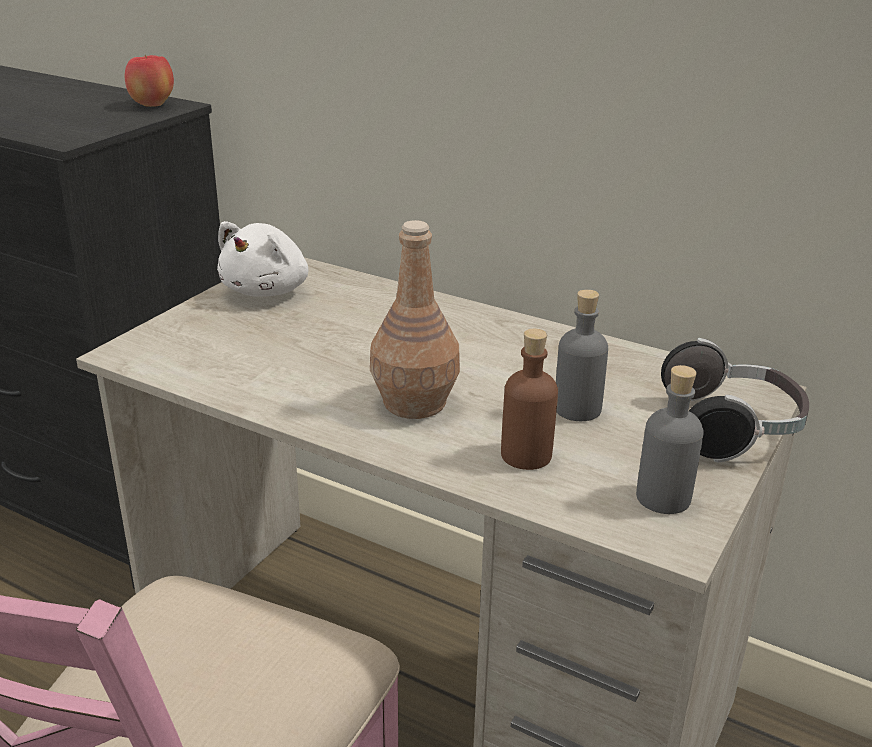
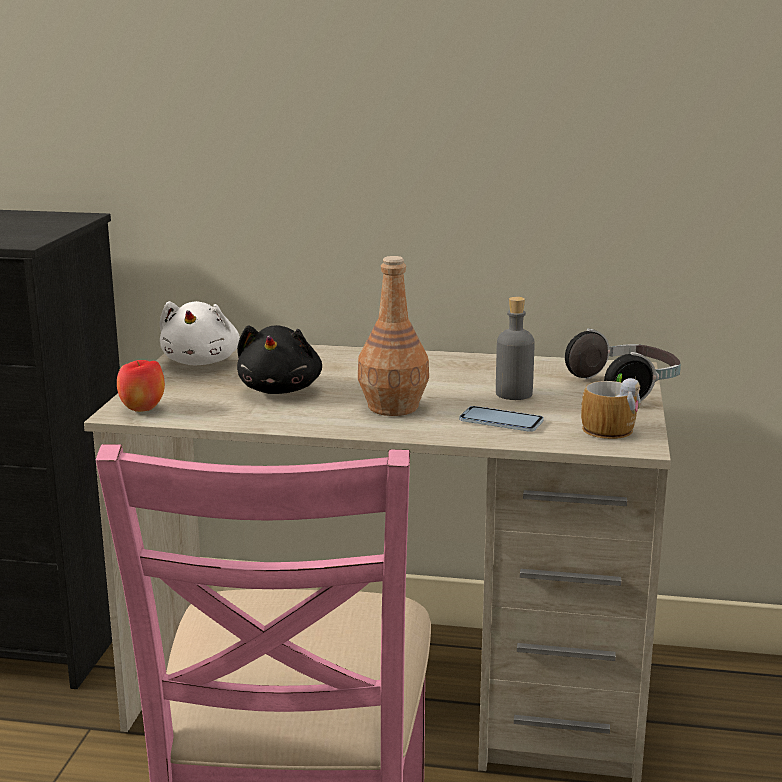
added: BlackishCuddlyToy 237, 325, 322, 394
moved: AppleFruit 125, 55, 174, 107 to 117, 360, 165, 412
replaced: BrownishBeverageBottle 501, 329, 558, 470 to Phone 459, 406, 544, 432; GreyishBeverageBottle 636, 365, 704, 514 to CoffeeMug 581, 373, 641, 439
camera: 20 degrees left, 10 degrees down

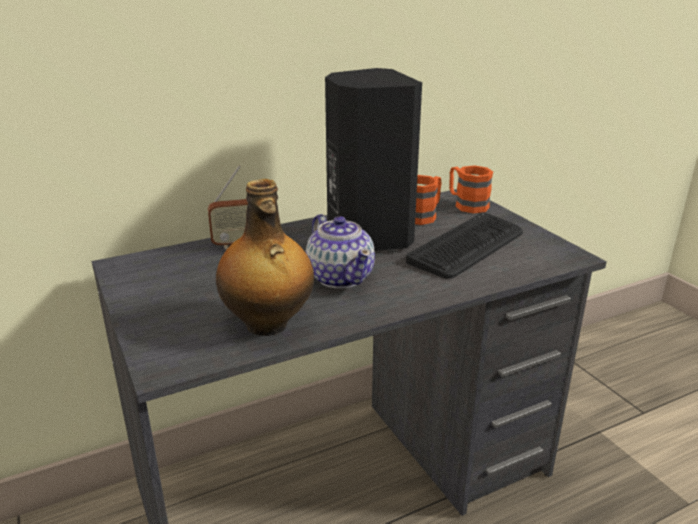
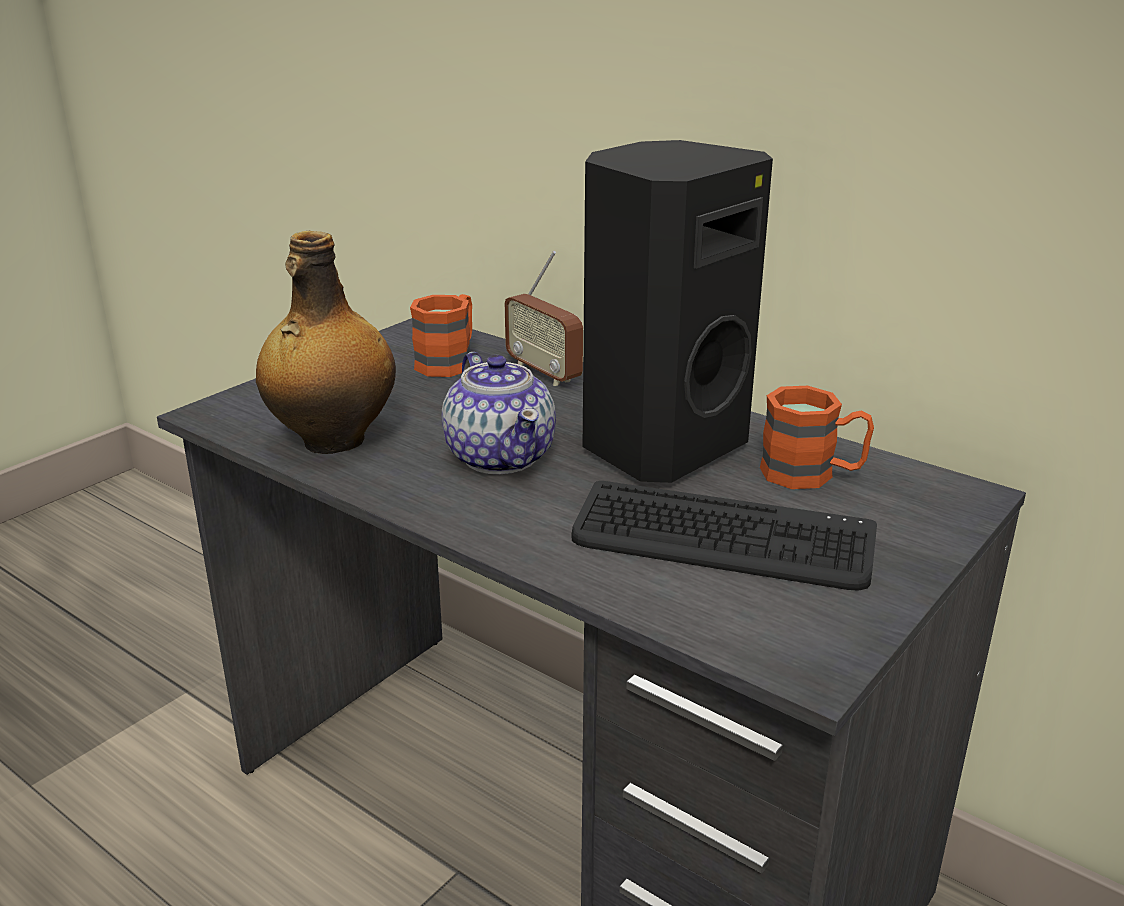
moved: OrangeCoffeeMug 449, 165, 493, 213 to 410, 294, 472, 377
turned: PotForTea 306, 214, 375, 289 = 442, 352, 556, 474 60 degrees counterclockwise
camera: 65 degrees right, 0 degrees up

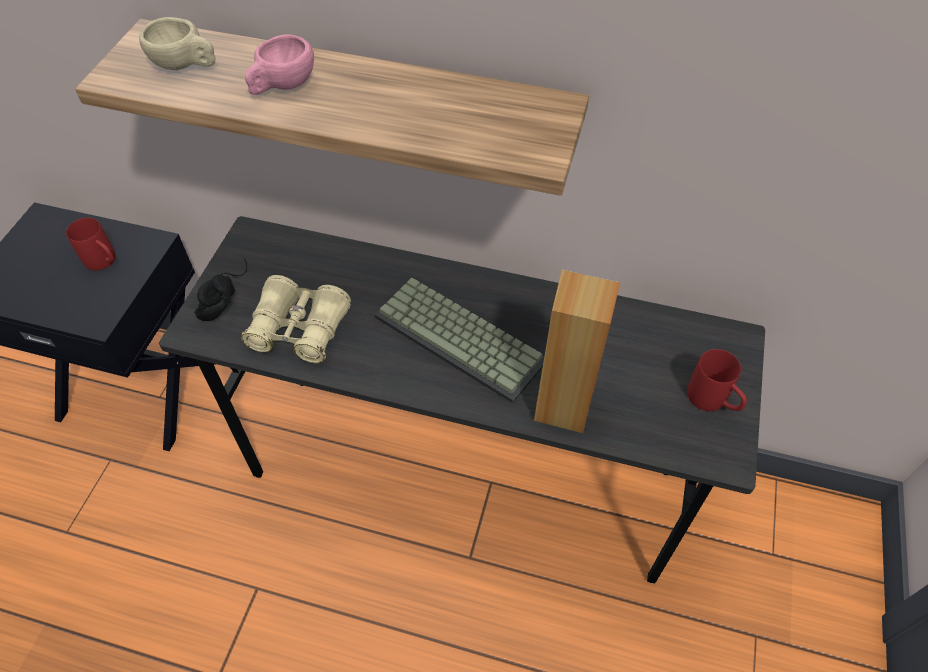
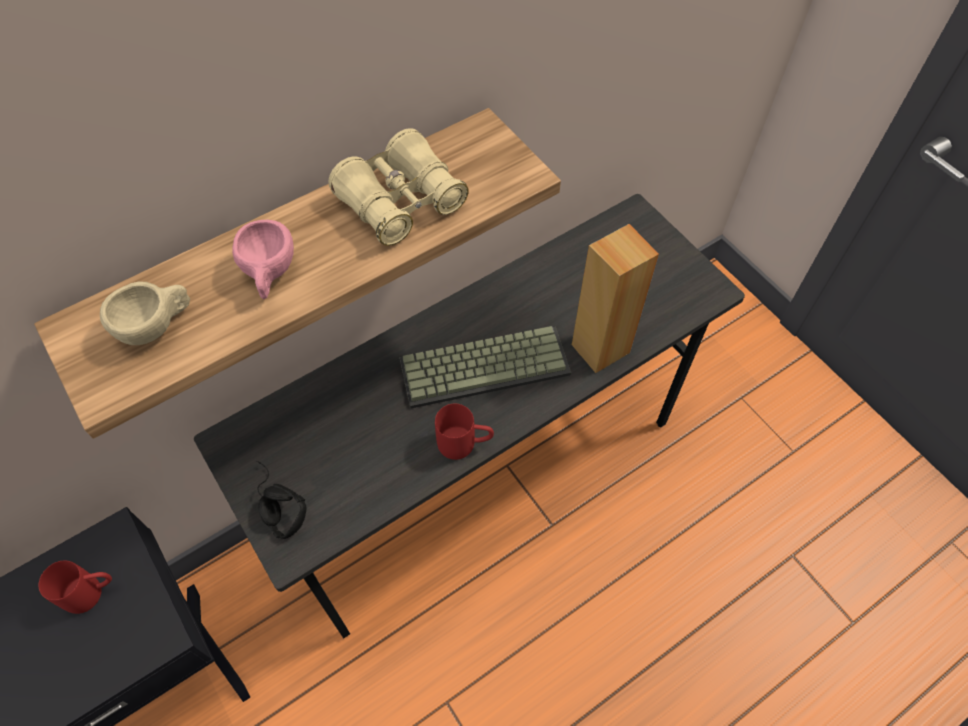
moved: BeigeFieldGlasses 241, 275, 351, 363 to 328, 128, 469, 246; RedCoffeeMug 687, 349, 747, 411 to 435, 404, 494, 460
camera: 50 degrees left, 5 degrees up

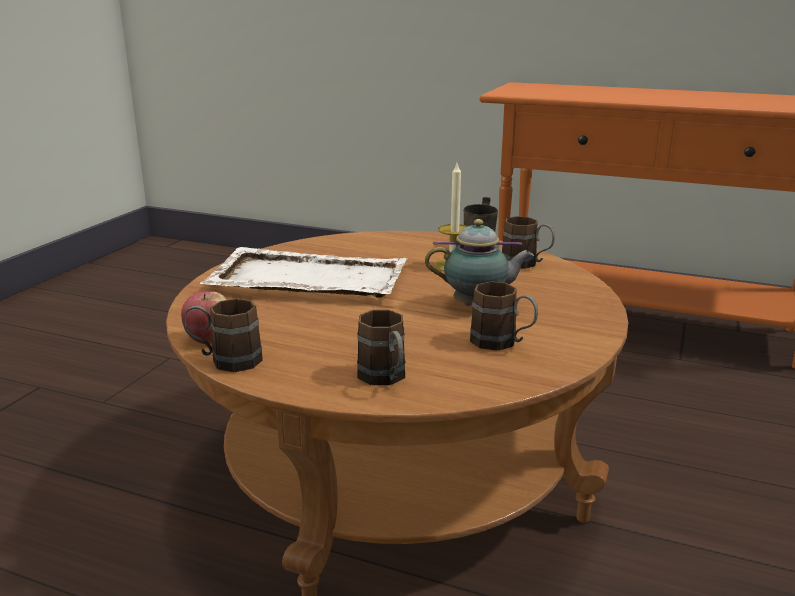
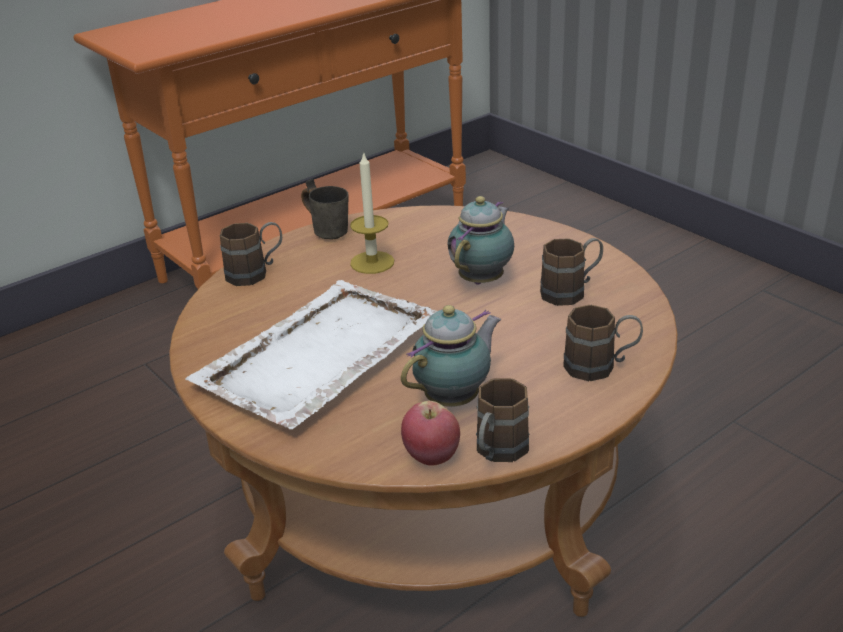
added: PotForTea 401, 305, 501, 407
moved: BrownishCoffeeMug 502, 216, 555, 269 to 220, 222, 282, 286
camera: 60 degrees left, 10 degrees up

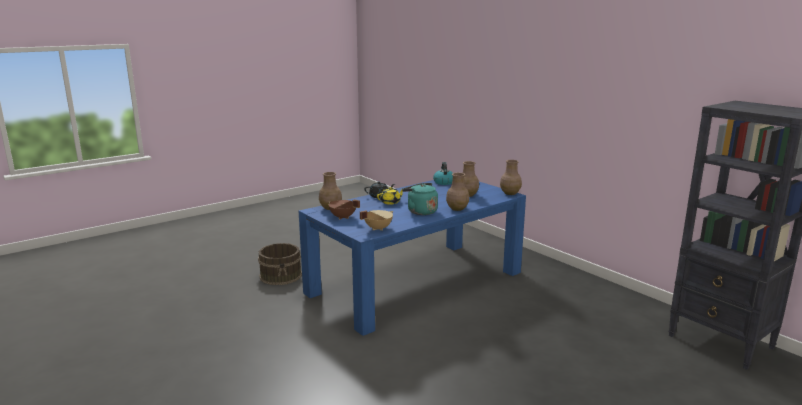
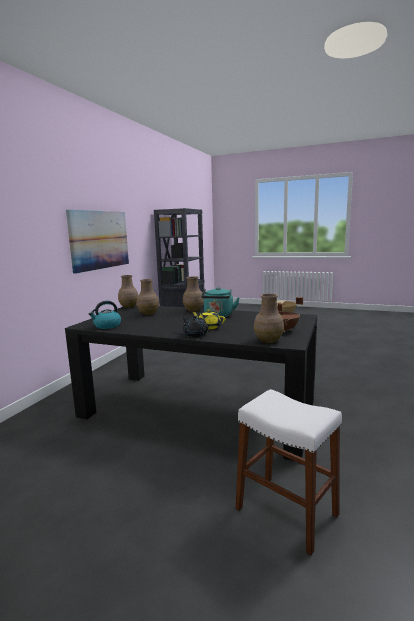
added: WallPicture 66, 210, 129, 274
replaced: BrownishBucket 258, 243, 302, 285 to WhiteColouredStoolSeat 236, 389, 342, 555
recoloured: BlueColouredDinnerTable 299, 180, 526, 336 to BlackishDinnerTable 65, 305, 317, 461
camera: 120 degrees left, 5 degrees down

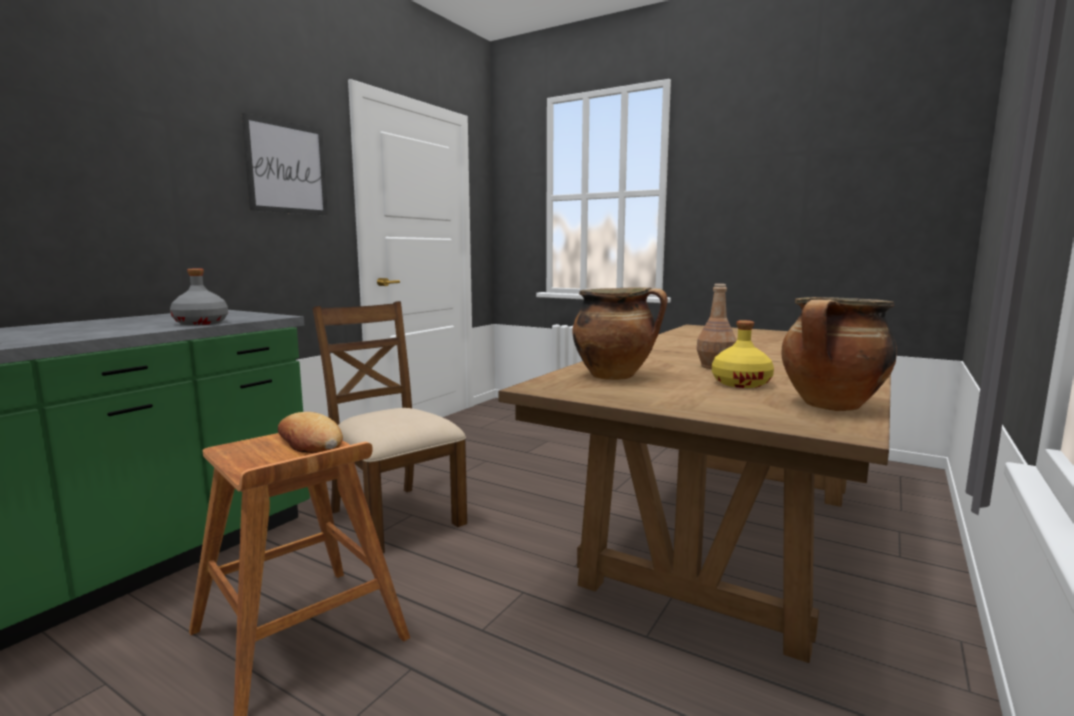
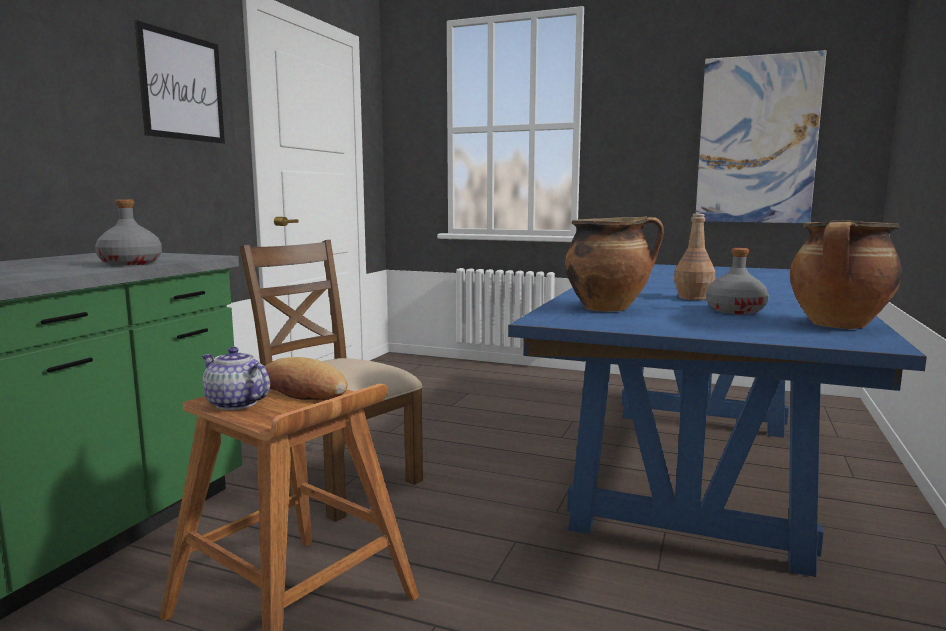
added: PotForTea 202, 347, 270, 410; WallPicture 696, 50, 827, 223
recoloured: BrownishDinnerTable 499, 324, 891, 663 to BlueColouredDinnerTable 508, 264, 927, 577; YellowBeverageBottle 712, 320, 774, 388 to GreyishBeverageBottle 706, 248, 769, 314
camera: 10 degrees left, 0 degrees up

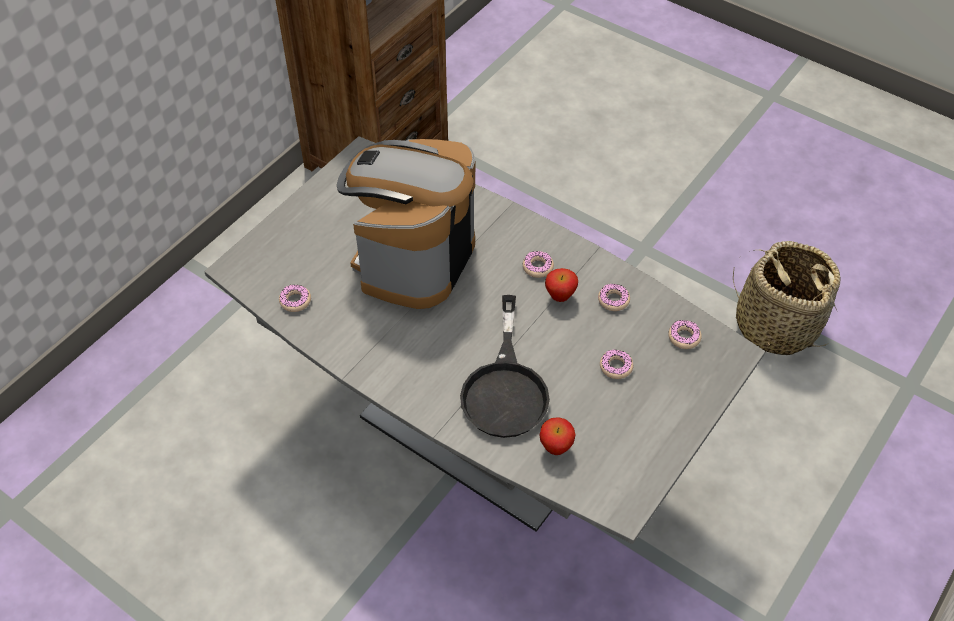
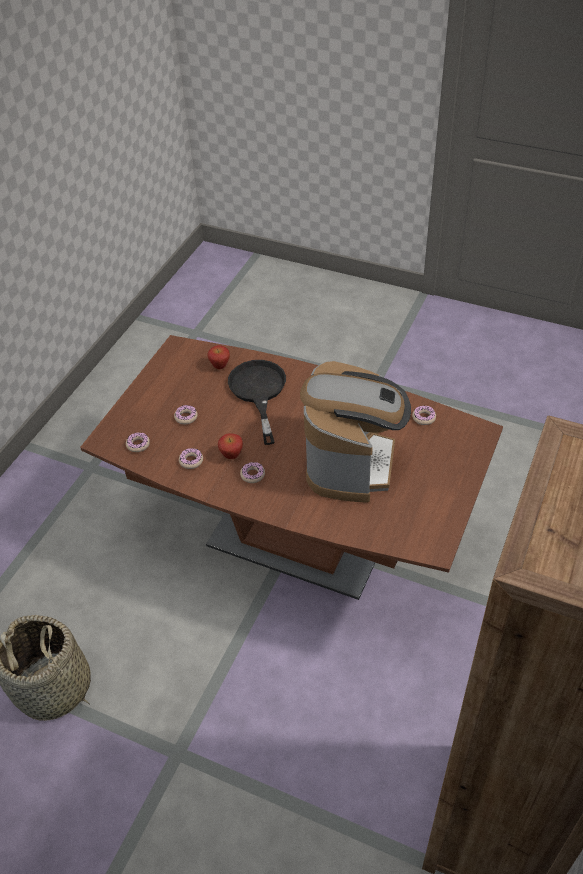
recoloured: GreyishDinnerTable 204, 136, 765, 544 to BrownishDinnerTable 80, 335, 503, 600
camera: 170 degrees right, 5 degrees down

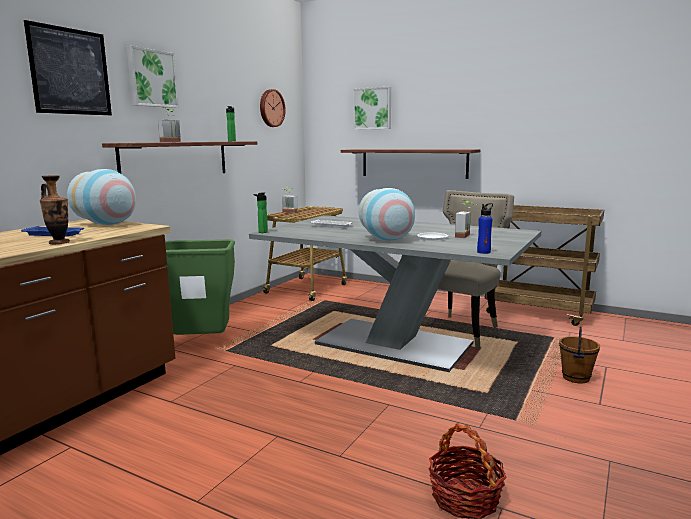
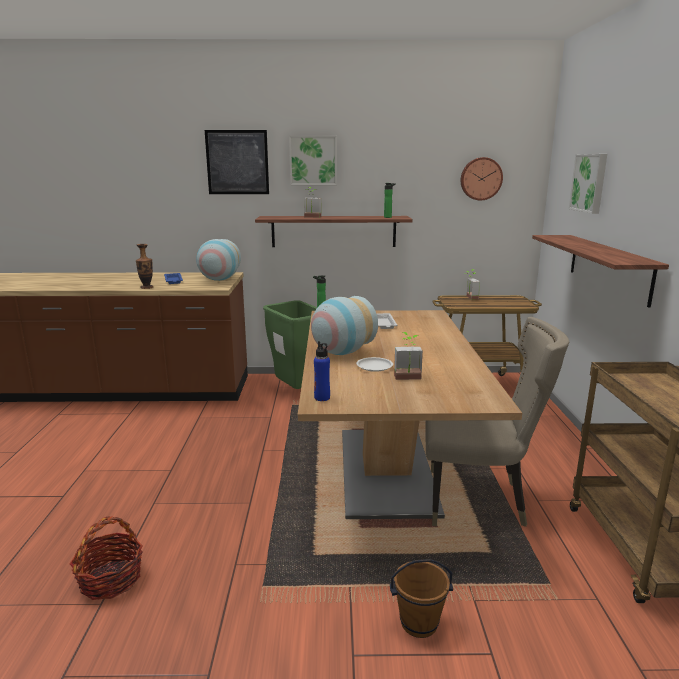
recoloured: GreyishDinnerTable 249, 215, 541, 372 to BrownishDinnerTable 298, 310, 522, 519
camera: 60 degrees right, 5 degrees up

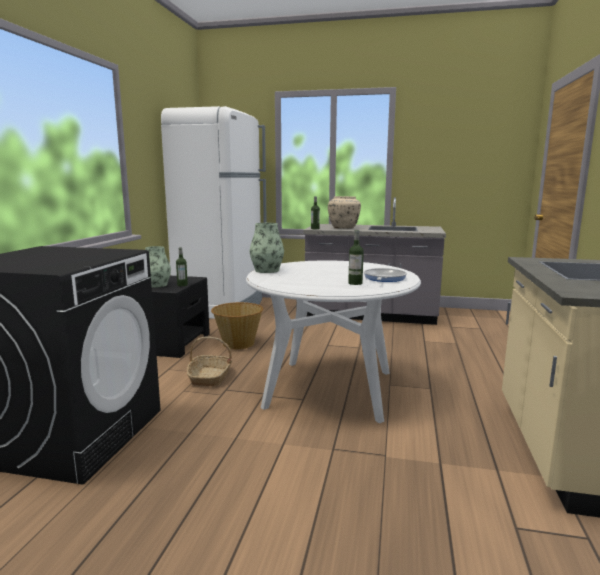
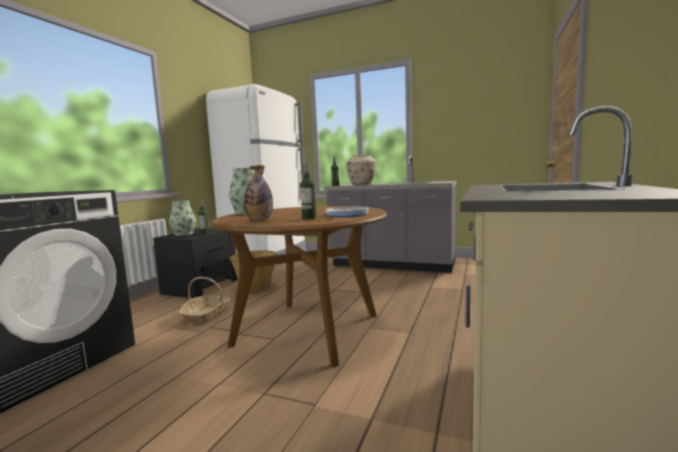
added: BeverageBottle 244, 165, 273, 220
recoloured: WhiteColouredDinnerTable 246, 260, 421, 423 to BrownishDinnerTable 211, 206, 387, 367
camera: 10 degrees right, 5 degrees down

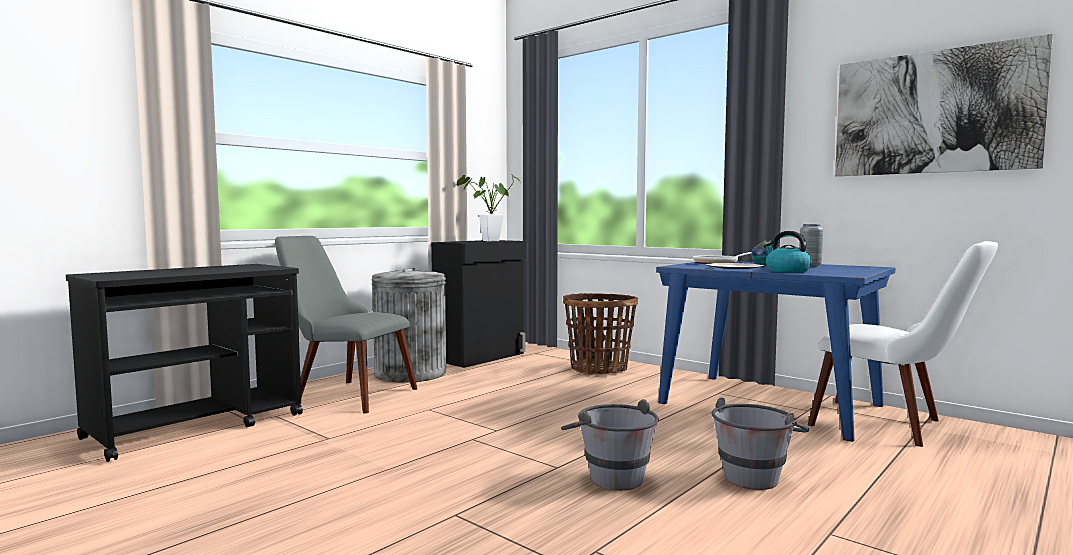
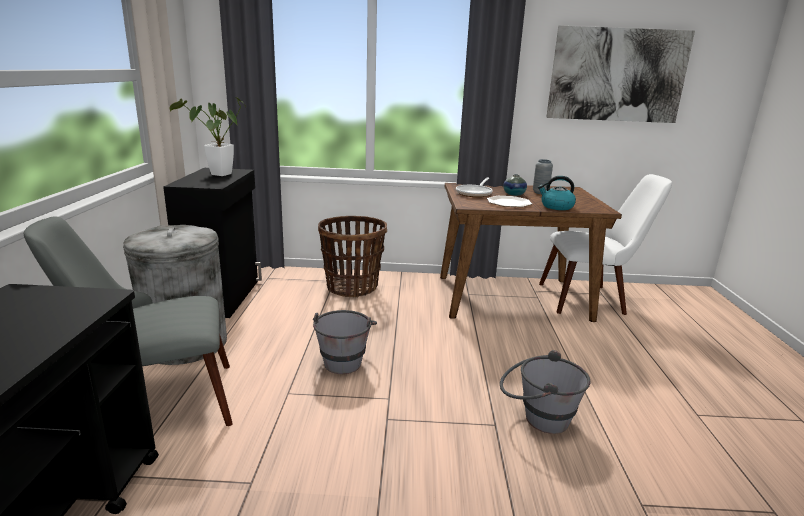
moved: GreyishBucket 712, 398, 809, 490 to 313, 310, 377, 374
recoloured: BlueColouredDinnerTable 656, 261, 895, 442 to BrownishDinnerTable 440, 183, 622, 322
camera: 40 degrees left, 15 degrees up

